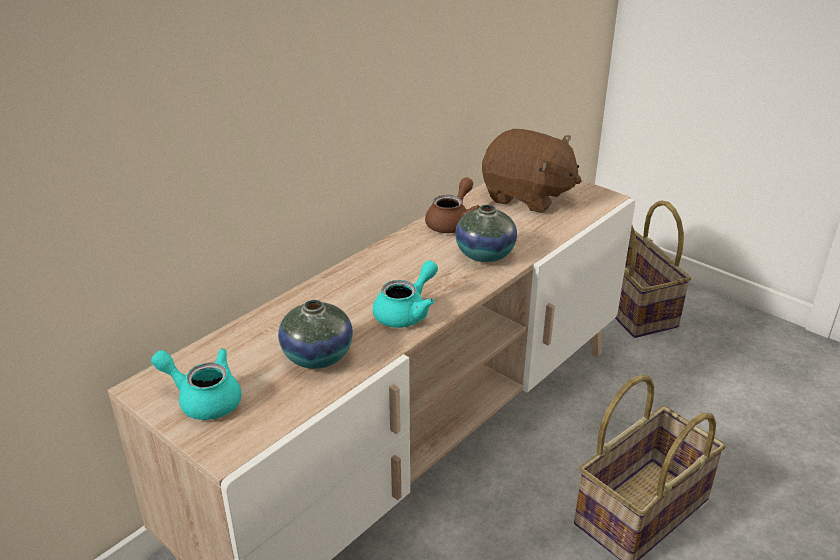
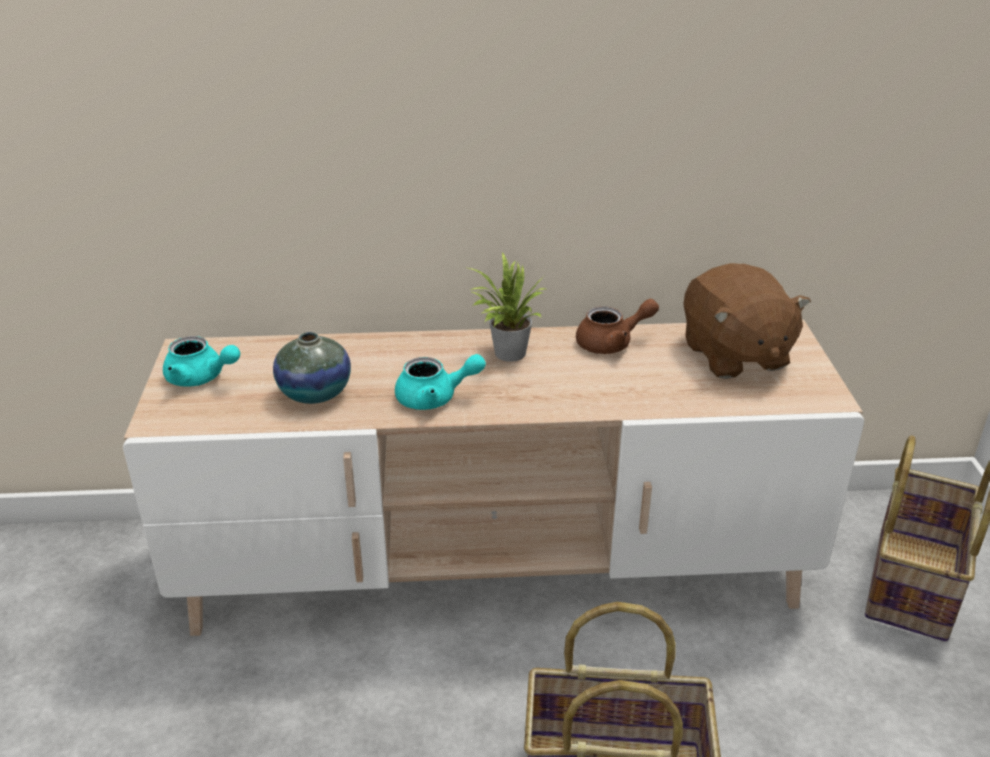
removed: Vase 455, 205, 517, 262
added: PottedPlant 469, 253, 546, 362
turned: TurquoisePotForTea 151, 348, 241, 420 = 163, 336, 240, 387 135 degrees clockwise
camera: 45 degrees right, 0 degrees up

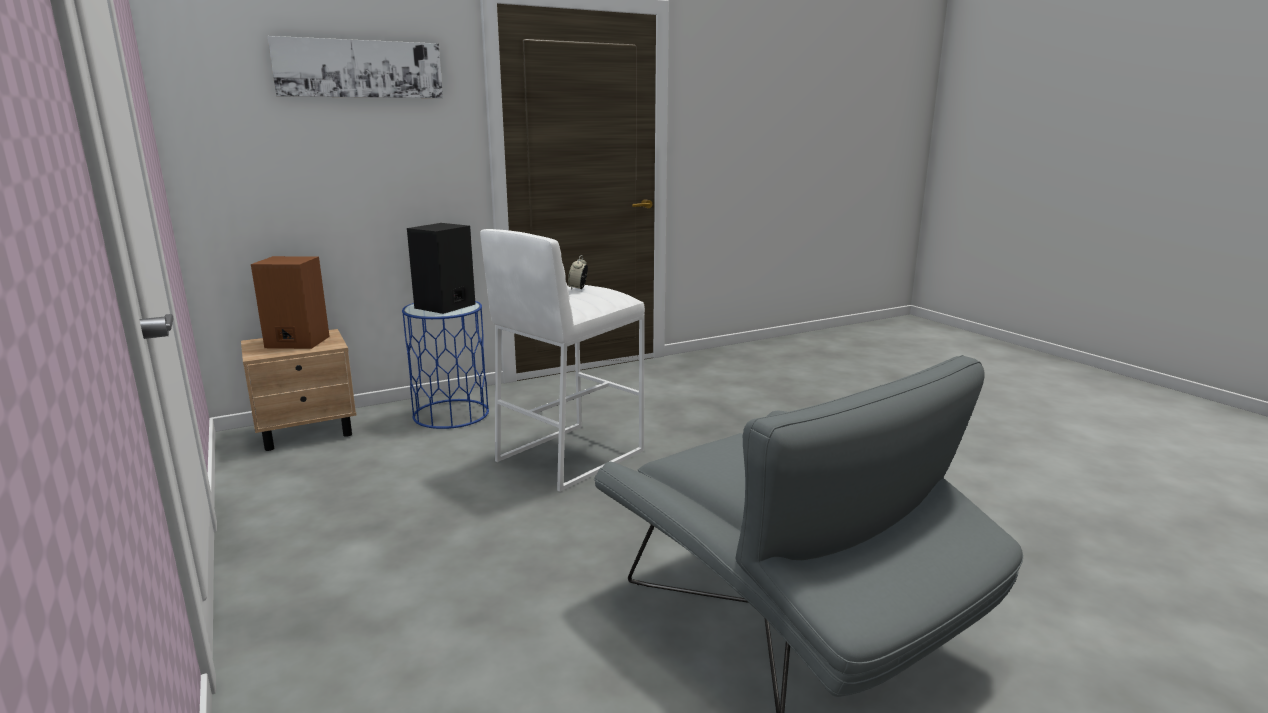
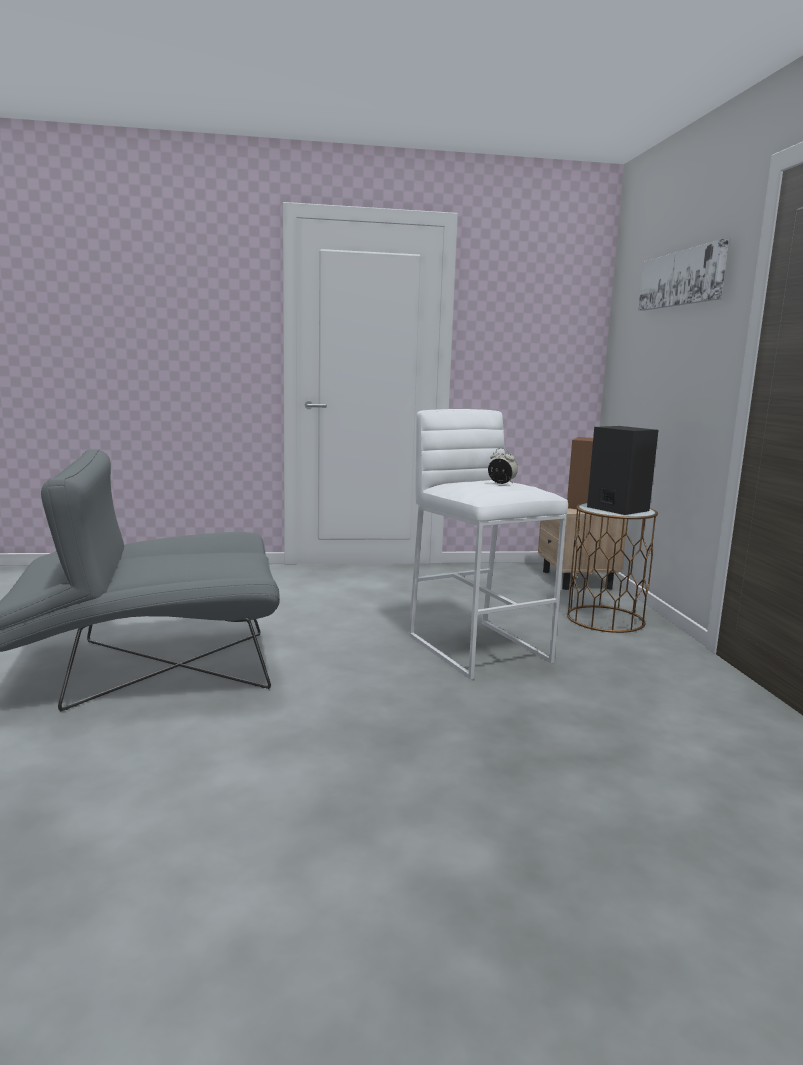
recoloured: BlueColouredAccentTable 402, 301, 489, 429 to BrownishAccentTable 567, 502, 658, 633
camera: 110 degrees right, 5 degrees down

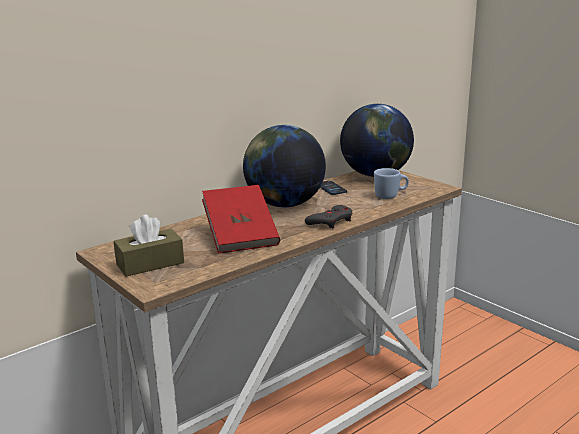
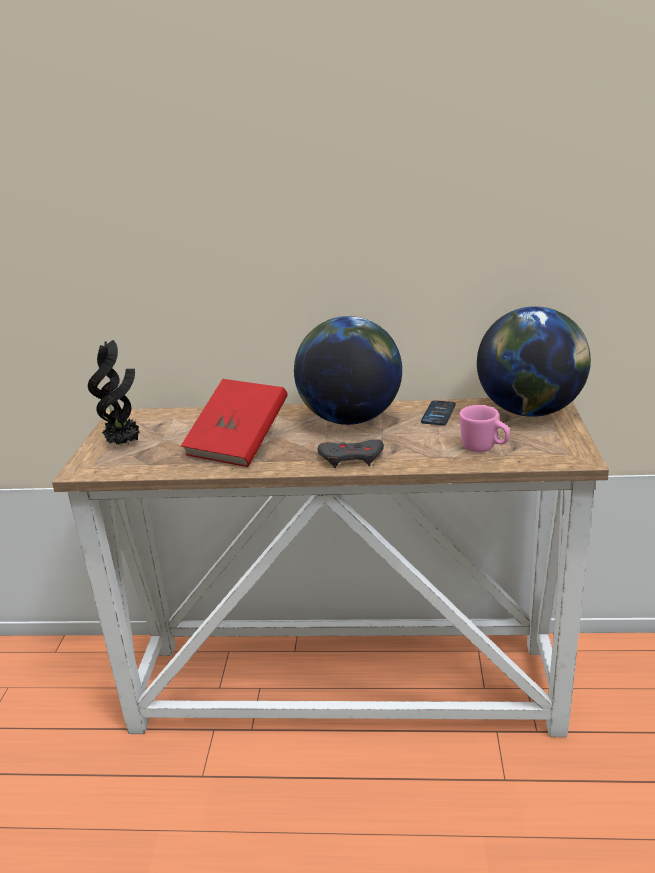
replaced: BrownishTissueBox 113, 214, 184, 277 to PottedPlant 88, 340, 140, 446
recoloured: BlueColouredCoffeeMug 374, 168, 409, 199 to PinkishCoffeeMug 459, 405, 510, 453
camera: 45 degrees right, 5 degrees up

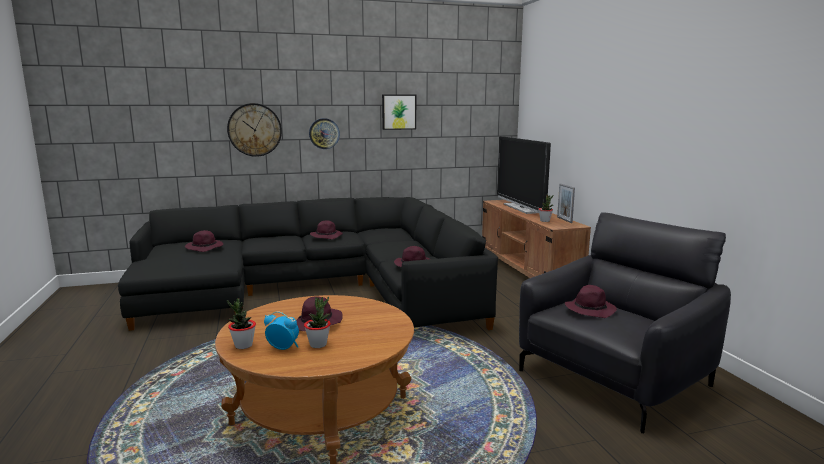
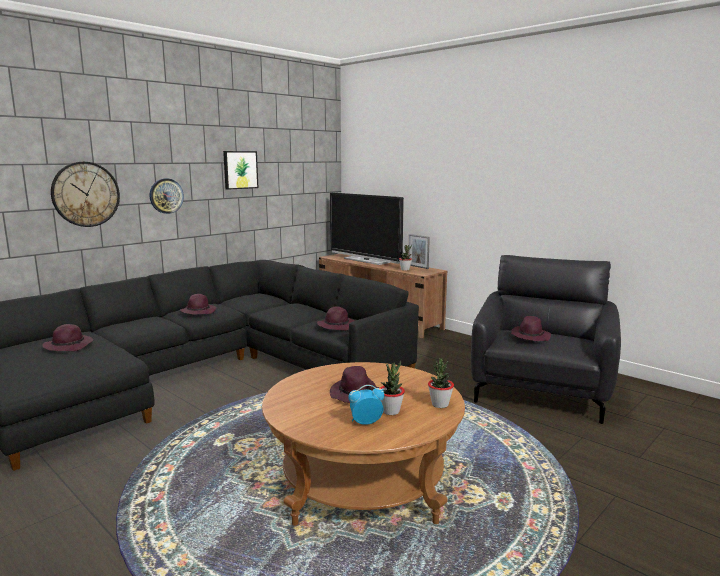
moved: PottedPlant 227, 298, 256, 349 to 428, 358, 454, 408
camera: 30 degrees left, 0 degrees up

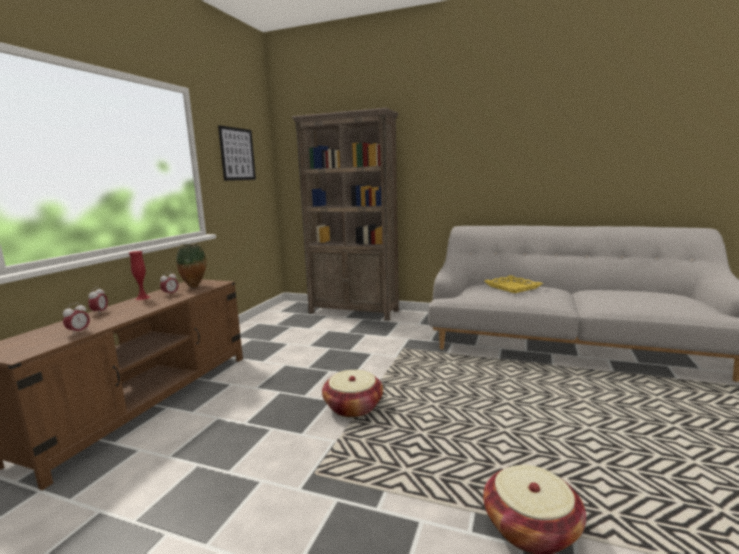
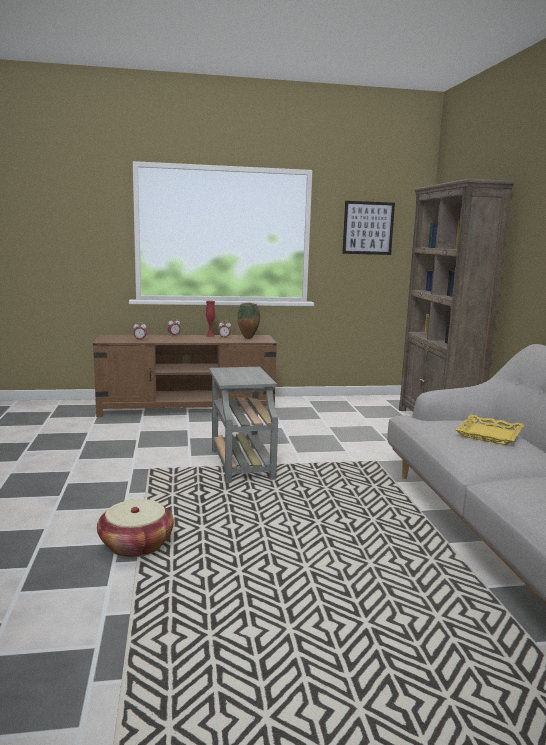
replaced: Basket 322, 370, 383, 418 to GreyishAccentTable 209, 367, 278, 483
camera: 60 degrees right, 0 degrees up

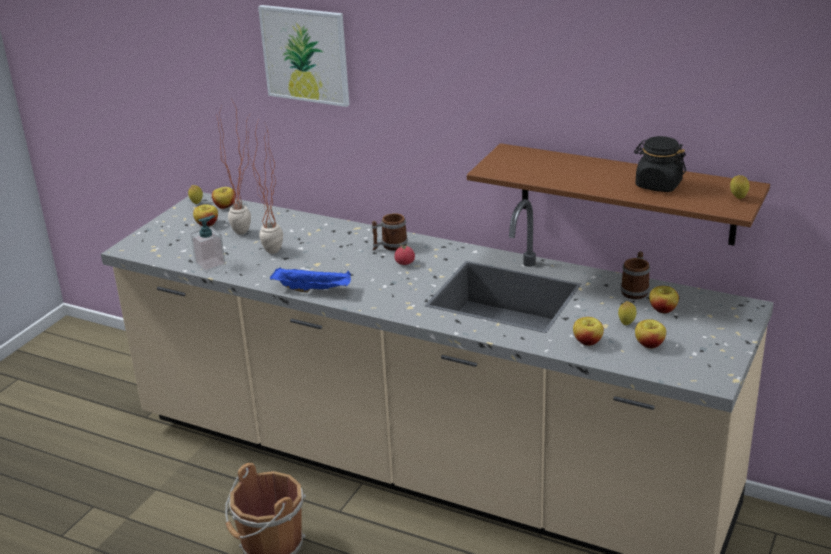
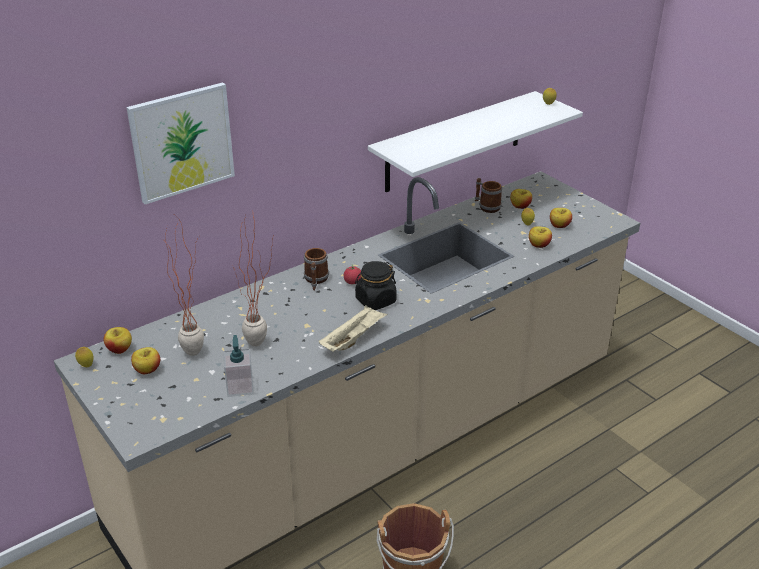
moved: BlackishStorageJar 634, 136, 686, 192 to 355, 261, 397, 310
recoloured: BlueColouredCarryingTray 270, 267, 351, 293 to BeigeCarryingTray 319, 305, 387, 352; BrownishShelf 467, 143, 770, 246 to WhiteColouredShelf 368, 91, 583, 192
camera: 65 degrees left, 5 degrees up

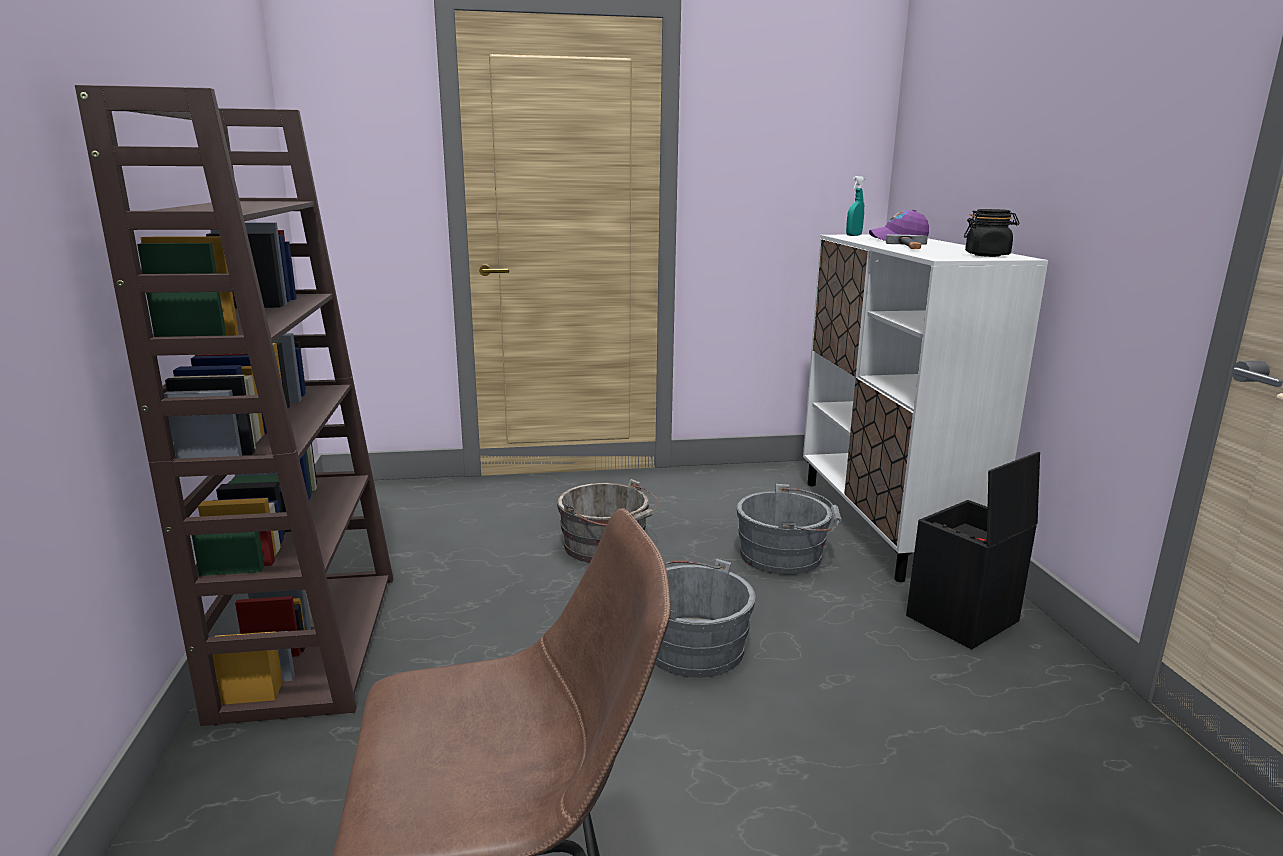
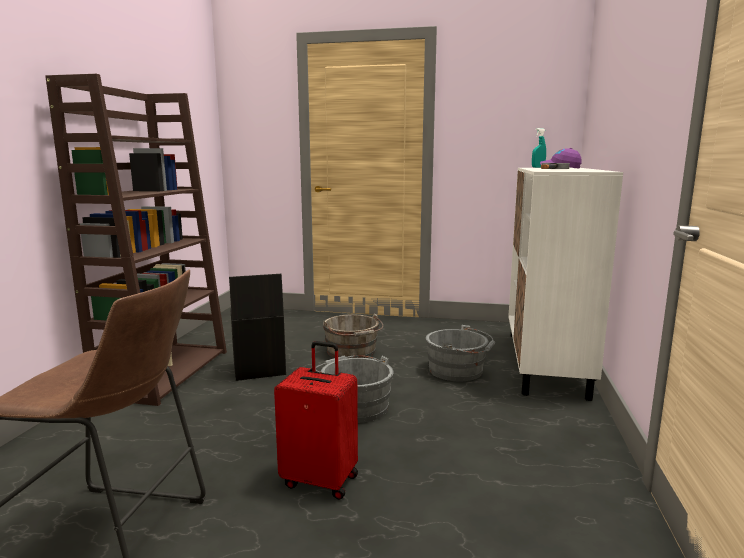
removed: BlackishStorageJar 964, 209, 1019, 257
added: RedSuitcase 274, 341, 358, 500
moved: BlackishStorageBin 906, 452, 1040, 649 to 229, 274, 286, 381
camera: 20 degrees right, 5 degrees down

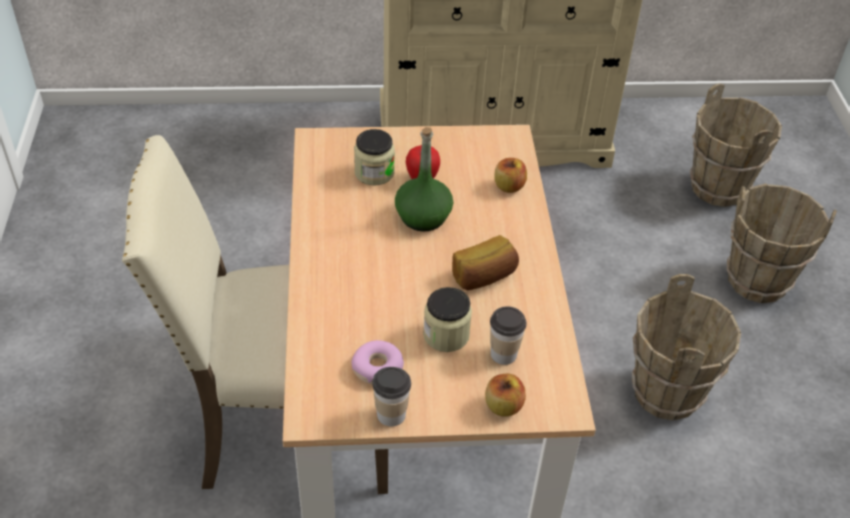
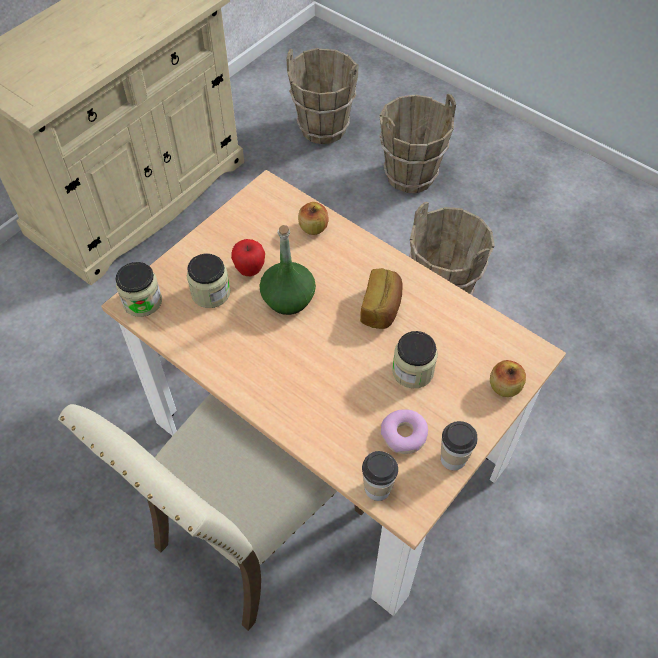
added: StorageJar 115, 262, 162, 317
moved: DrinkingCup 490, 306, 527, 365 to 362, 451, 398, 501
camera: 45 degrees left, 10 degrees up

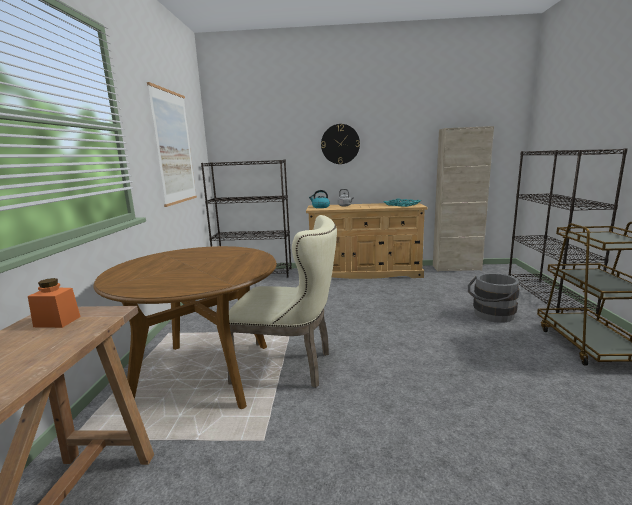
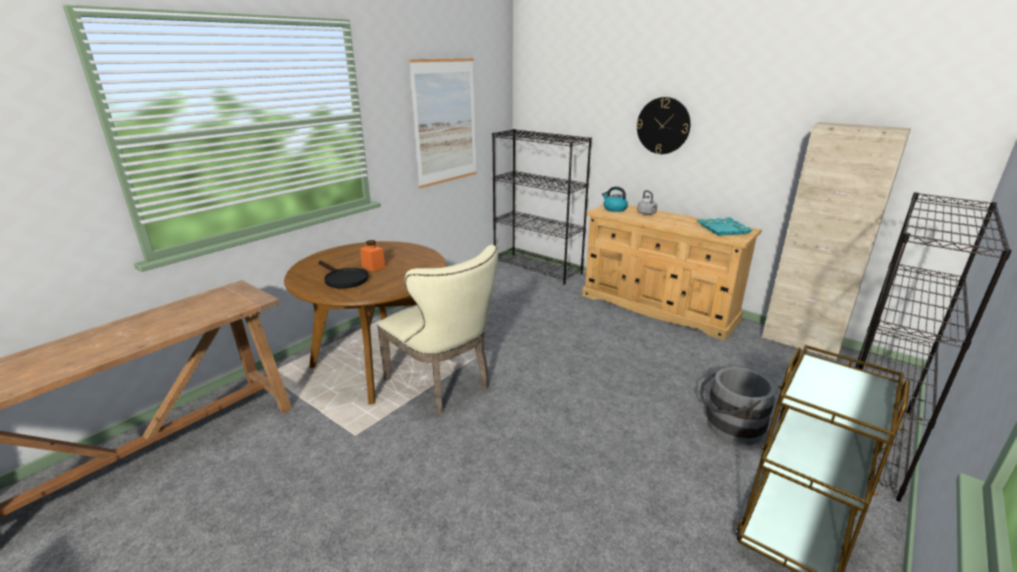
added: BlackishSkillet 318, 261, 369, 288
moved: OrangeStorageJar 28, 278, 81, 328 to 360, 240, 386, 271
camera: 35 degrees right, 10 degrees up

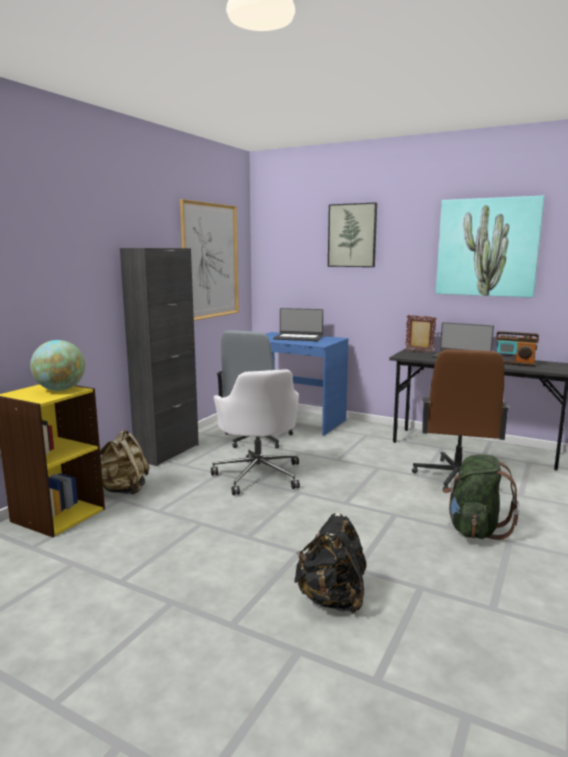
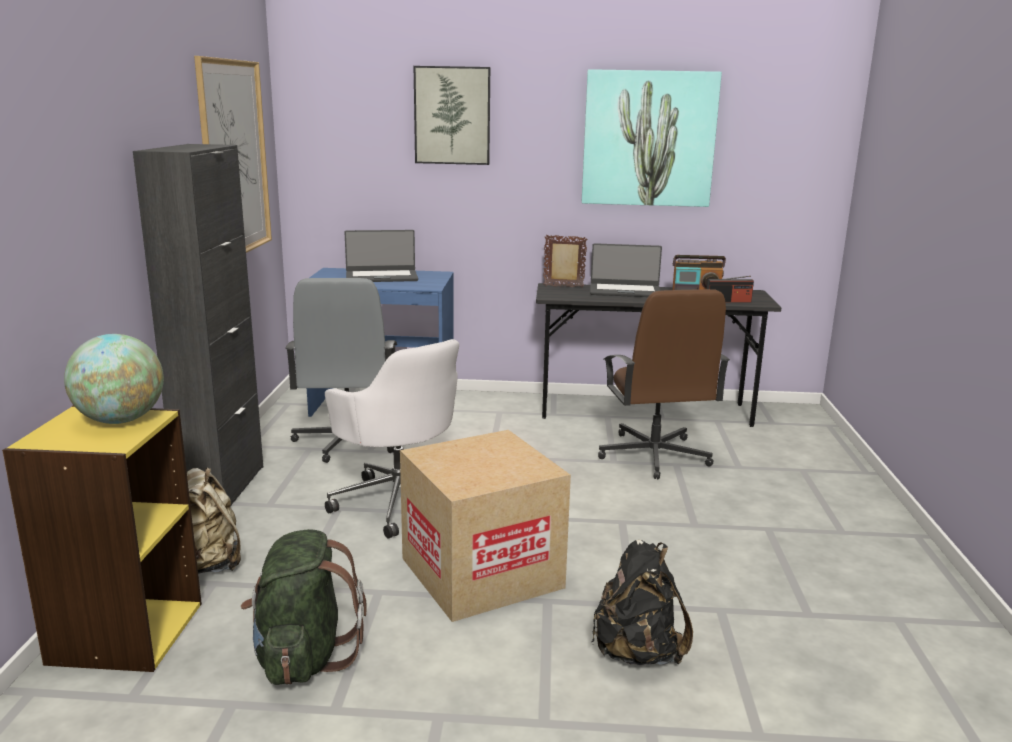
added: Carton 400, 430, 571, 622; Radio 706, 276, 754, 303
moved: GreenColouredKnapsack 443, 455, 520, 540 to 241, 529, 366, 685
camera: 25 degrees left, 5 degrees up

